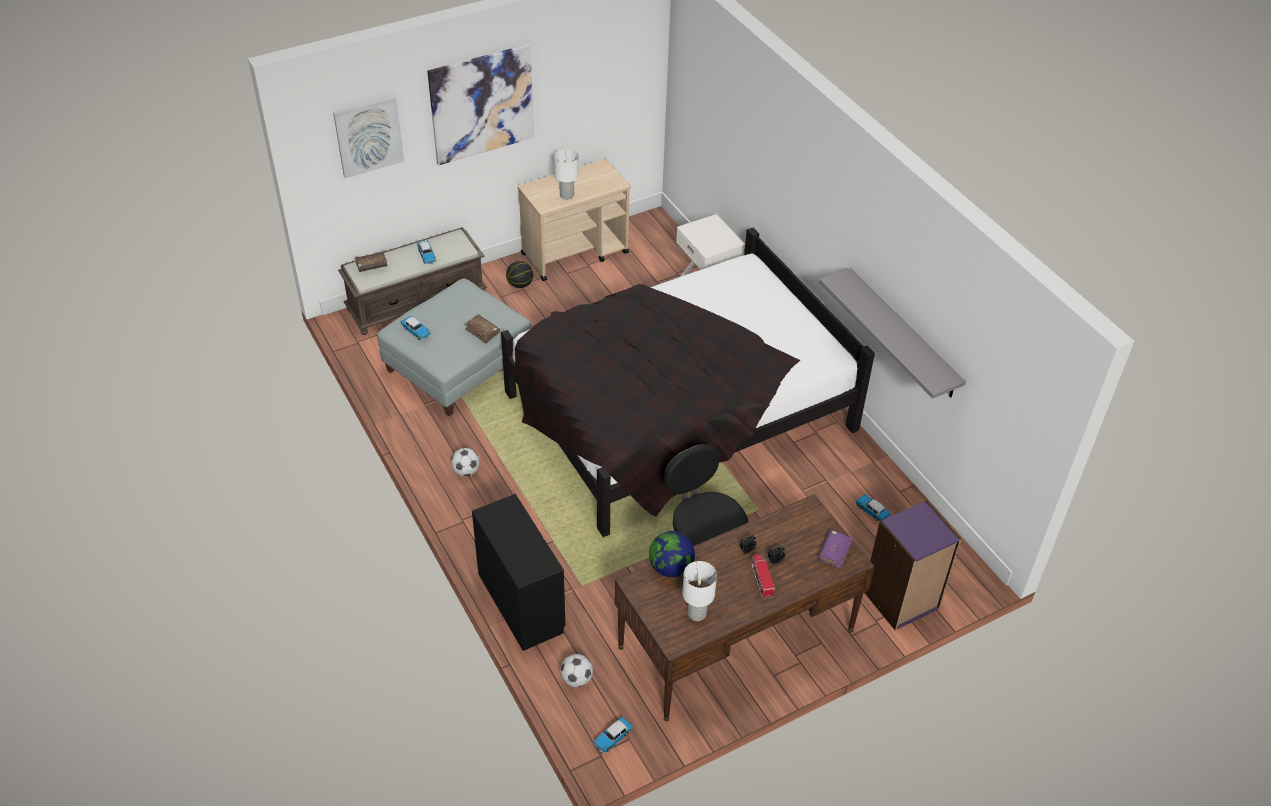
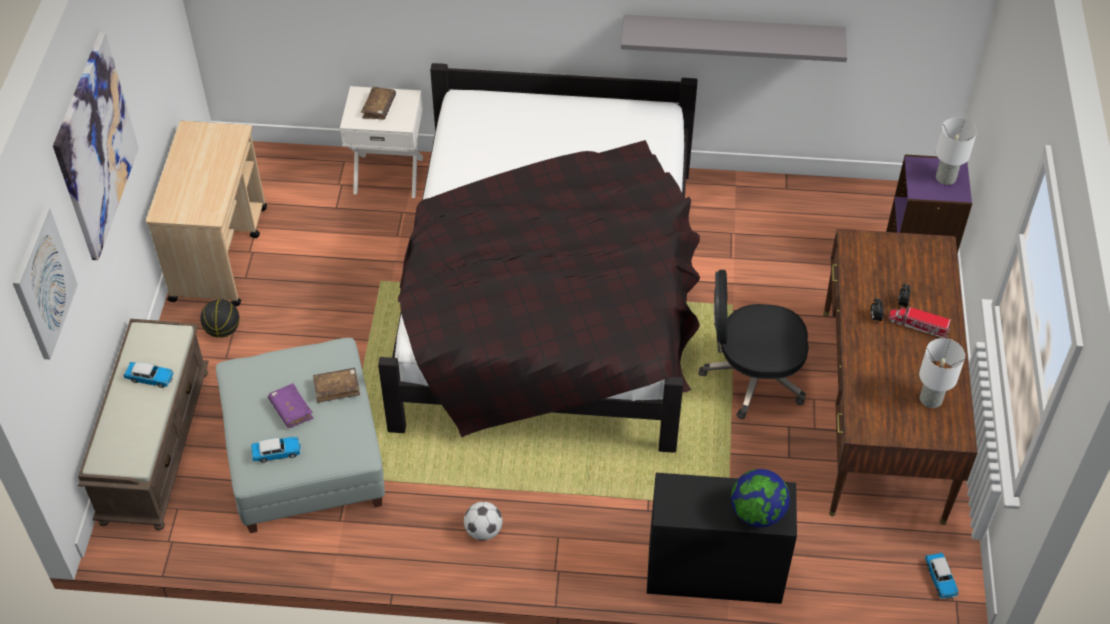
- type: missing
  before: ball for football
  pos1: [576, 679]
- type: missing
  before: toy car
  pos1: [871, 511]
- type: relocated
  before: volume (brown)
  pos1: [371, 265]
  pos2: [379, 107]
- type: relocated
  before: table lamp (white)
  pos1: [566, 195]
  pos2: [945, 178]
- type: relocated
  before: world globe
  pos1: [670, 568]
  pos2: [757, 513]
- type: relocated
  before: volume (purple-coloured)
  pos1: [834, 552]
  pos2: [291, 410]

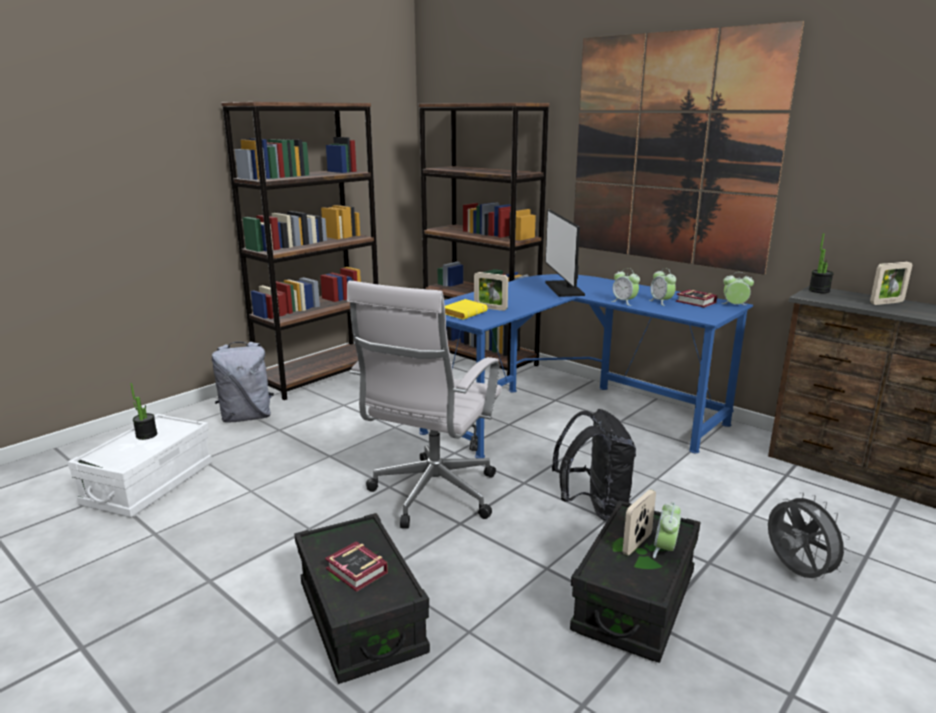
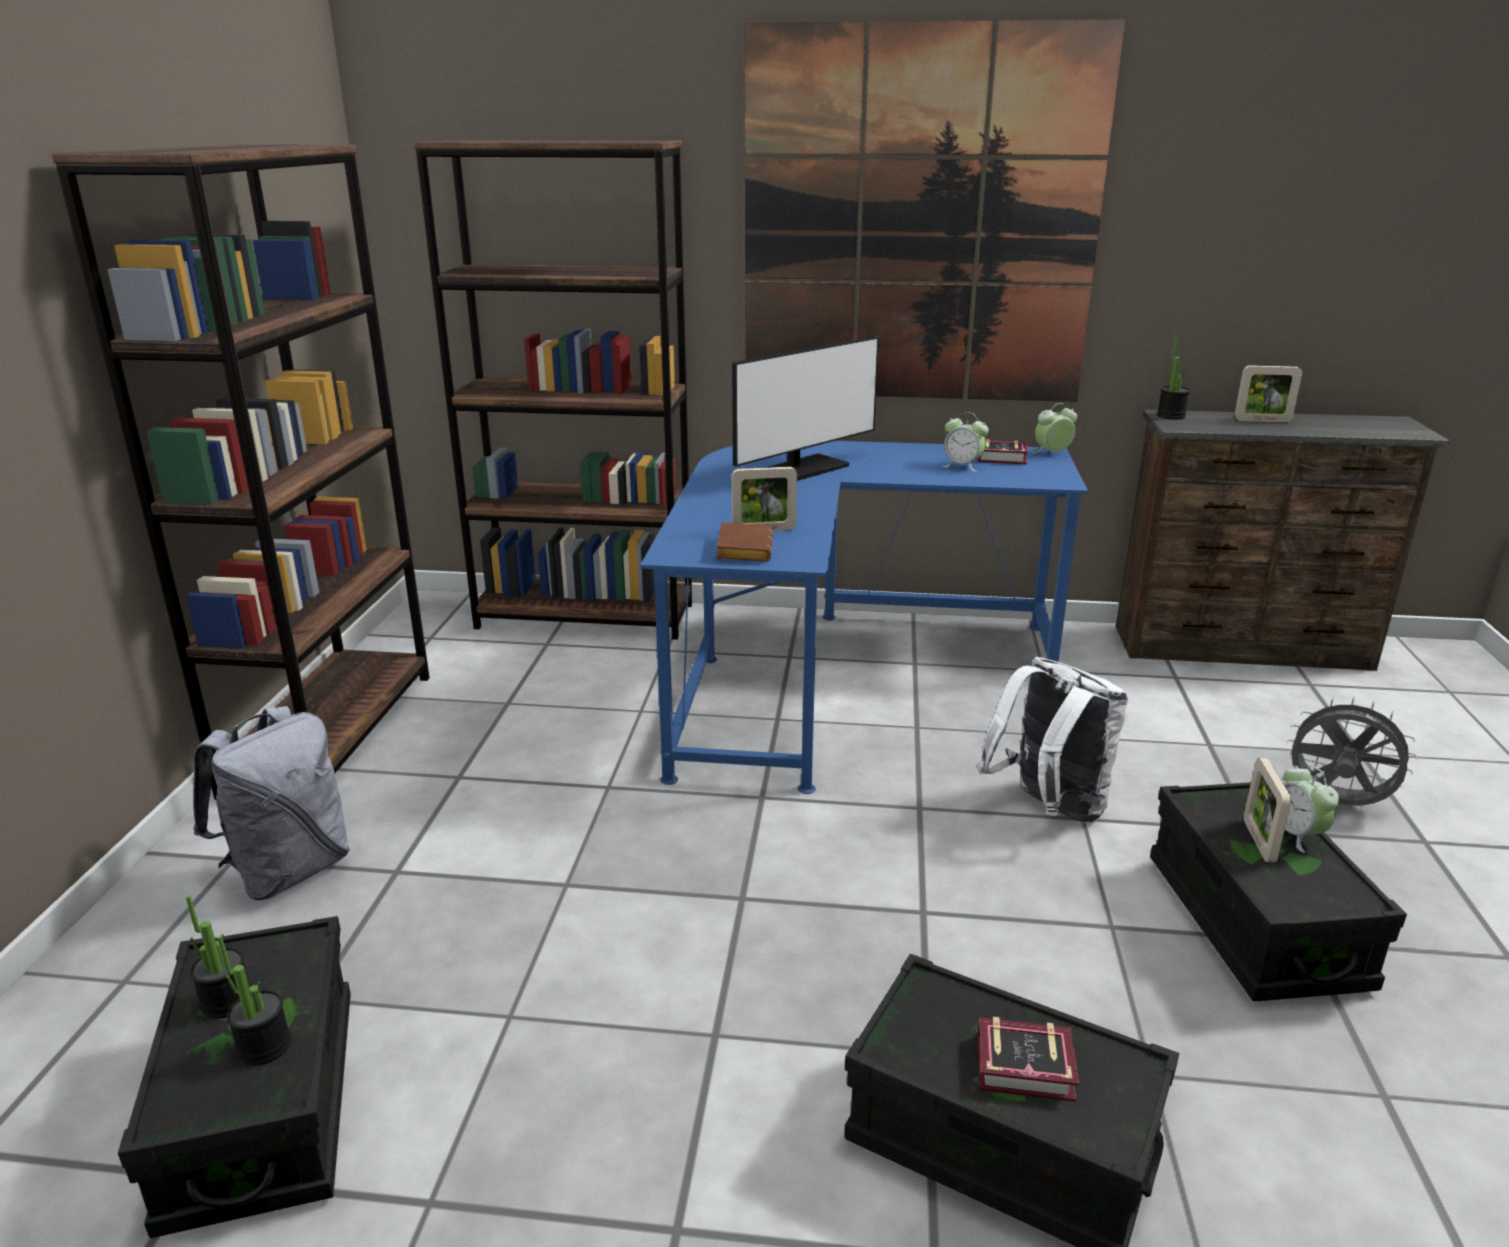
- type: missing
  before: computer chair (white)
  pos1: [431, 497]
- type: missing
  before: table clock
  pos1: [624, 302]
- type: appeared
  after: houseplant
  pos2: [264, 1046]
- type: colour
  before: storage container (white)
  after: storage container (black-coloured)
  pos1: [149, 484]
  pos2: [264, 1107]
- type: colour
  before: volume (yellow)
  after: volume (brown)
  pos1: [464, 313]
  pos2: [742, 549]
- type: colour
  before: backpack (black-coloured)
  after: backpack (white)
  pos1: [593, 507]
  pos2: [1048, 809]
- type: spun
  before: computer display
  pos1: [564, 289]
  pos2: [800, 470]
  turn: -90
- type: spun
  before: picture frame
  pos1: [886, 303]
  pos2: [1262, 421]
  turn: 60

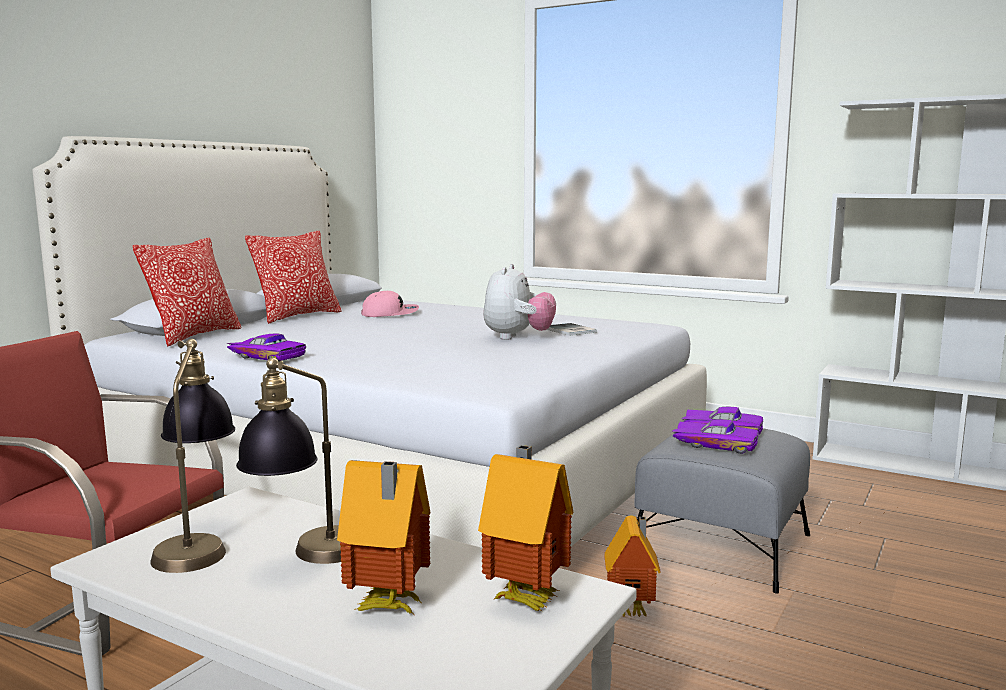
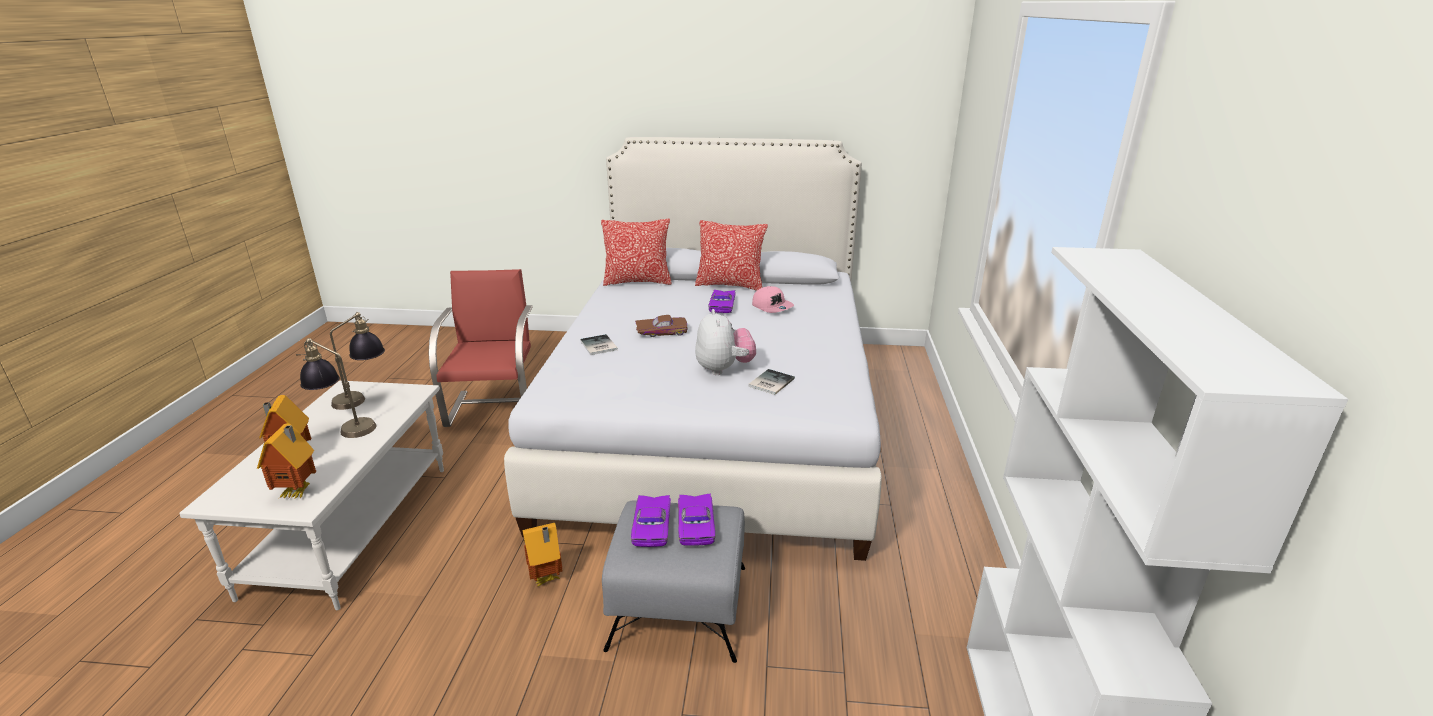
- type: appeared
  after: volume
  pos2: [598, 346]
- type: appeared
  after: toy car (brown)
  pos2: [661, 331]
- type: relocated
  before: toy car (purple-coloured)
  pos1: [269, 356]
  pos2: [723, 306]
- type: spun
  before: soft toy
  pos1: [517, 337]
  pos2: [724, 369]
  turn: -90

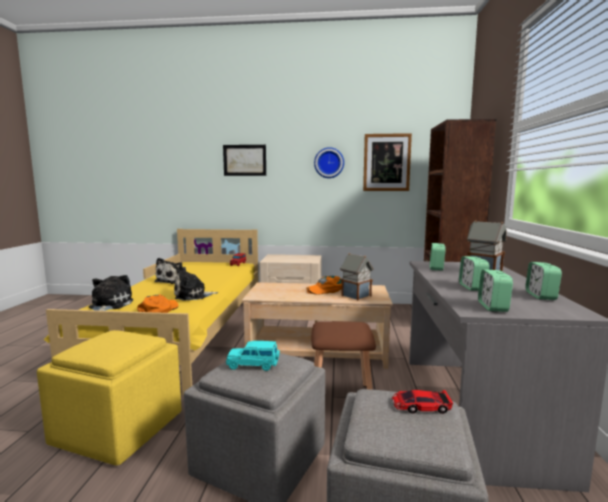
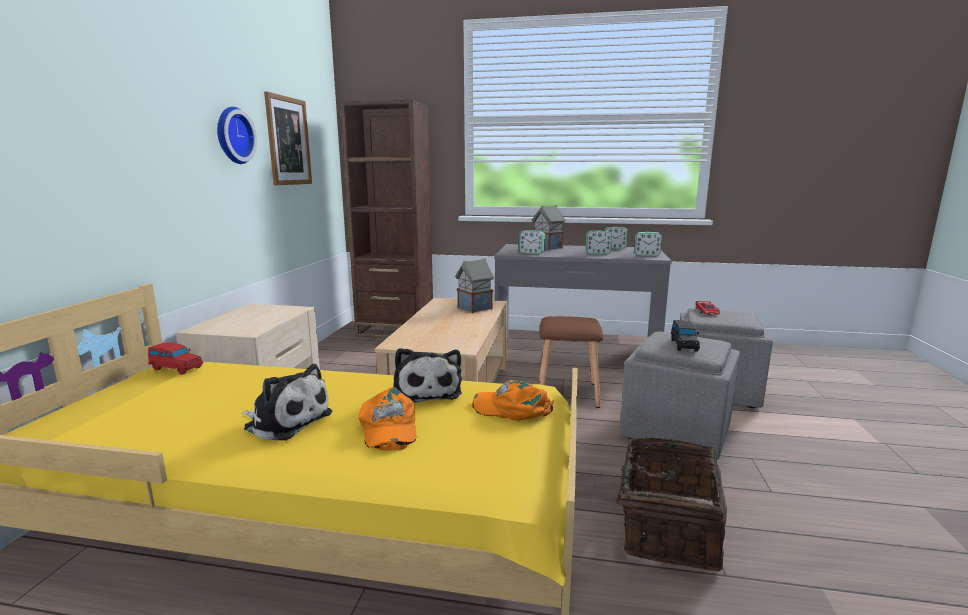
- type: missing
  before: soft toy
  pos1: [109, 305]
- type: missing
  before: picture
  pos1: [244, 160]
- type: relocated
  before: baseball cap (orange)
  pos1: [325, 290]
  pos2: [388, 428]
- type: exchanged
  before: ottoman (yellow)
  after: basket
  pos1: [120, 429]
  pos2: [665, 528]
- type: colour
  before: toy car (turquoise-coloured)
  after: toy car (black-coloured)
  pos1: [253, 365]
  pos2: [684, 345]

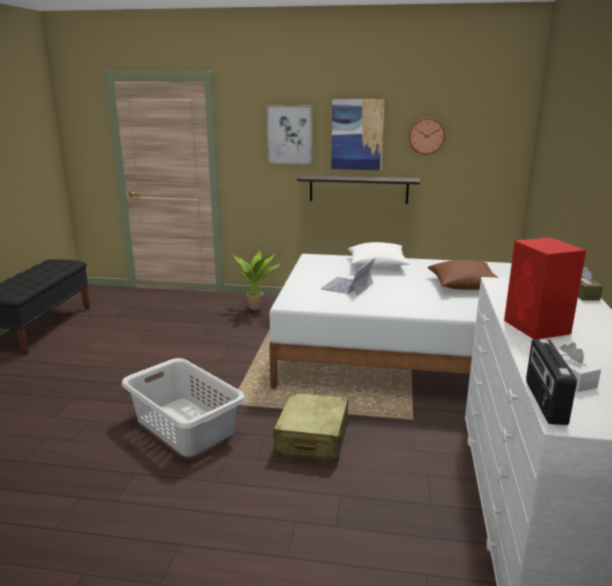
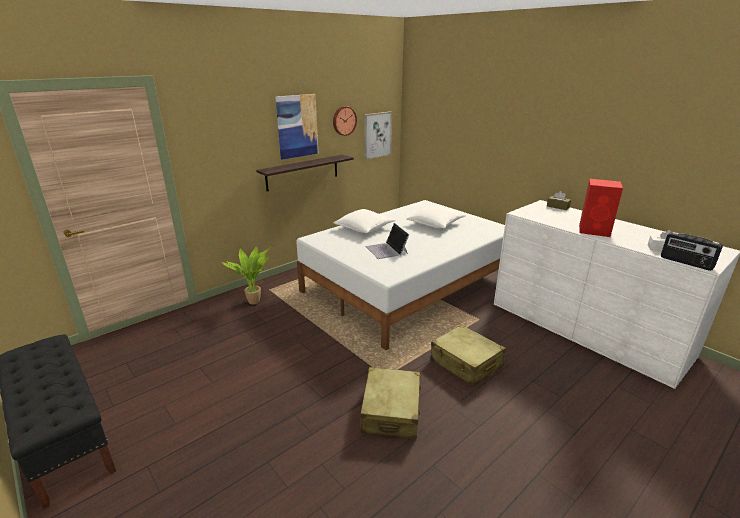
- type: relocated
  before: picture
  pos1: [290, 134]
  pos2: [377, 135]
- type: exchanged
  before: laundry basket (greyish)
  after: travel case (beige)
  pos1: [185, 425]
  pos2: [391, 411]
- type: colour
  before: cushion (brown)
  after: cushion (white)
  pos1: [464, 285]
  pos2: [436, 224]

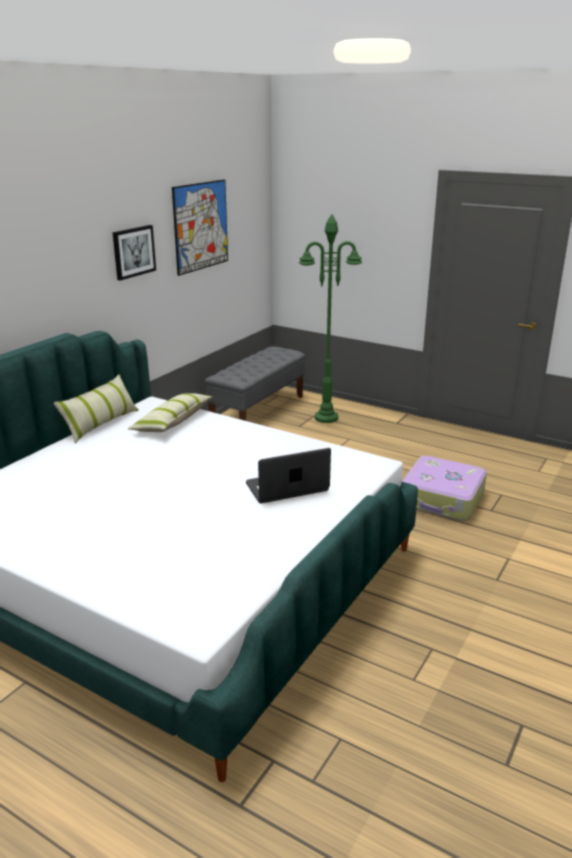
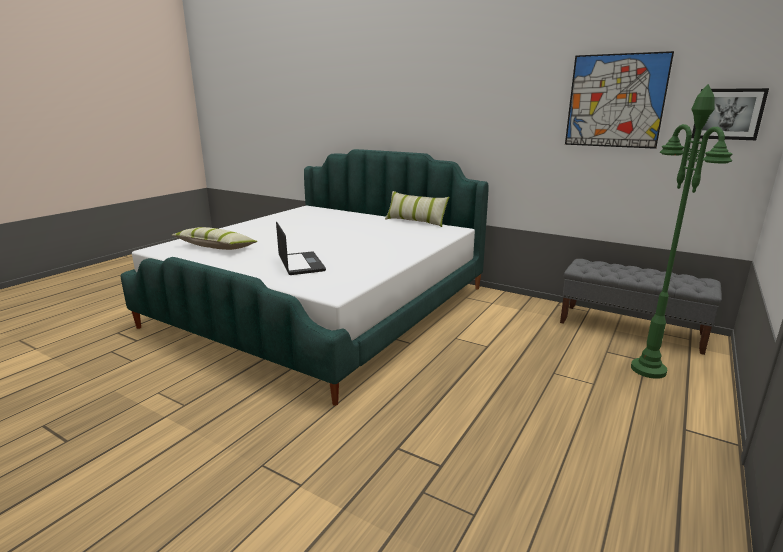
- type: missing
  before: travel case
  pos1: [442, 499]
- type: relocated
  before: picture
  pos1: [133, 252]
  pos2: [728, 114]
- type: relocated
  before: cushion
  pos1: [172, 422]
  pos2: [216, 247]

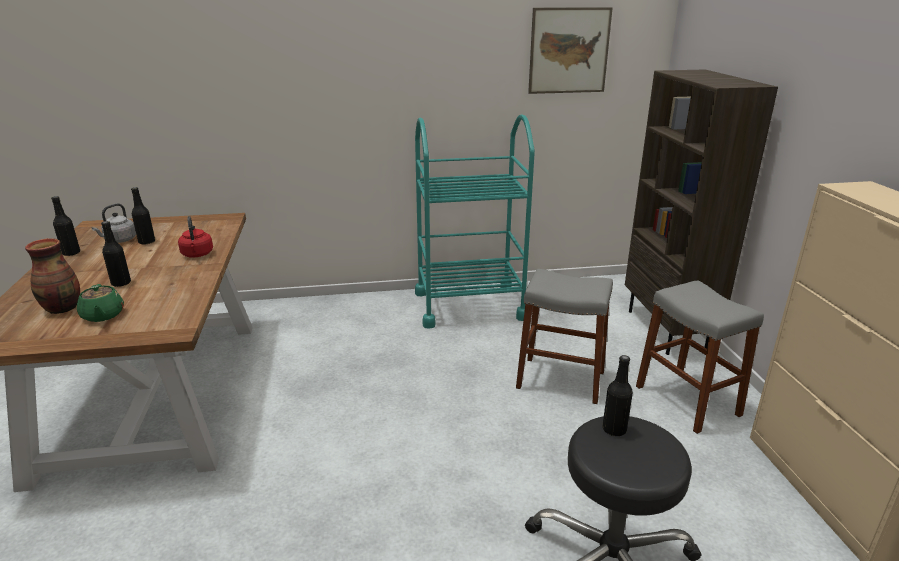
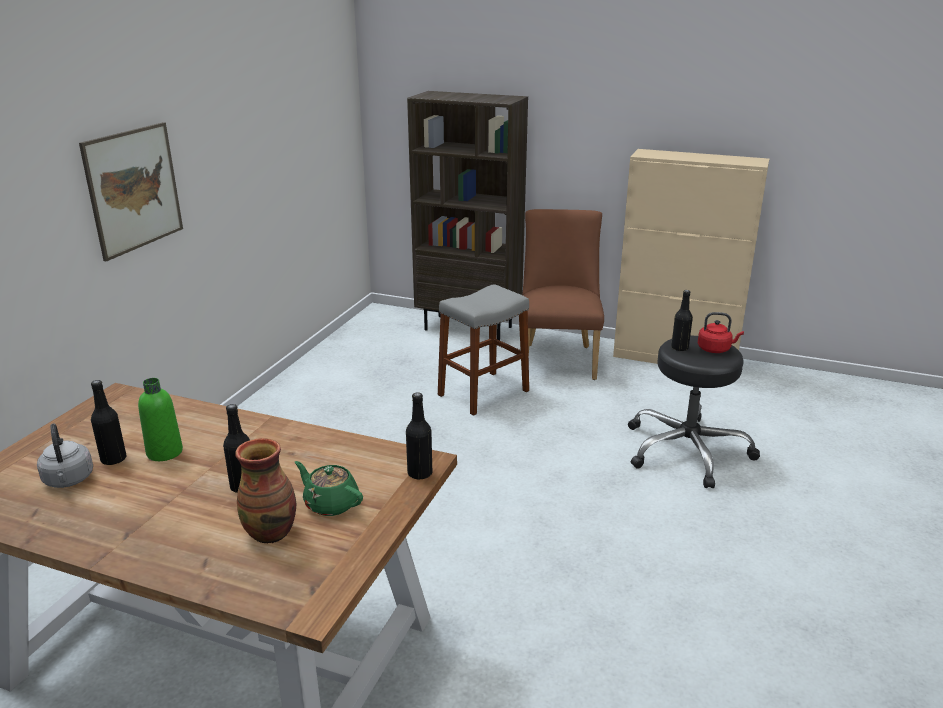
- type: missing
  before: trolley (turquoise-coloured)
  pos1: [469, 305]
- type: appeared
  after: bottle (greenish)
  pos2: [164, 452]
- type: relocated
  before: bottle (black-coloured)
  pos1: [71, 253]
  pos2: [420, 473]
- type: relocated
  before: water kettle (red)
  pos1: [197, 255]
  pos2: [715, 349]
- type: relocated
  before: picture
  pos1: [569, 51]
  pos2: [134, 189]
- type: exchanged
  before: sitting stool (greyish)
  after: upright chair (brown)
  pos1: [687, 400]
  pos2: [558, 358]
- type: spun
  before: pot for tea (greenish)
  pos1: [103, 315]
  pos2: [330, 504]
  turn: -150

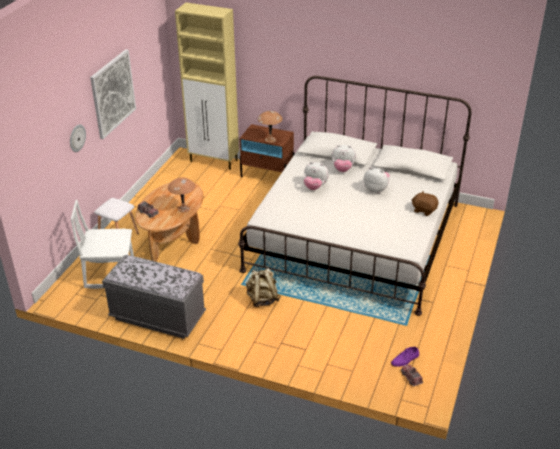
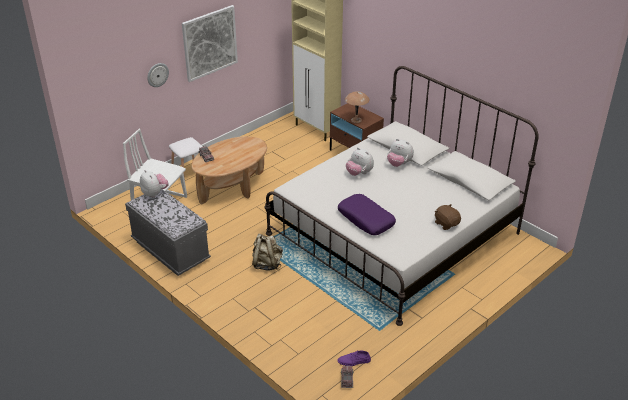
- type: missing
  before: table lamp (brown)
  pos1: [183, 208]
- type: appeared
  after: cushion (purple-coloured)
  pos2: [366, 219]
- type: relocated
  before: soft toy
  pos1: [376, 189]
  pos2: [155, 193]

